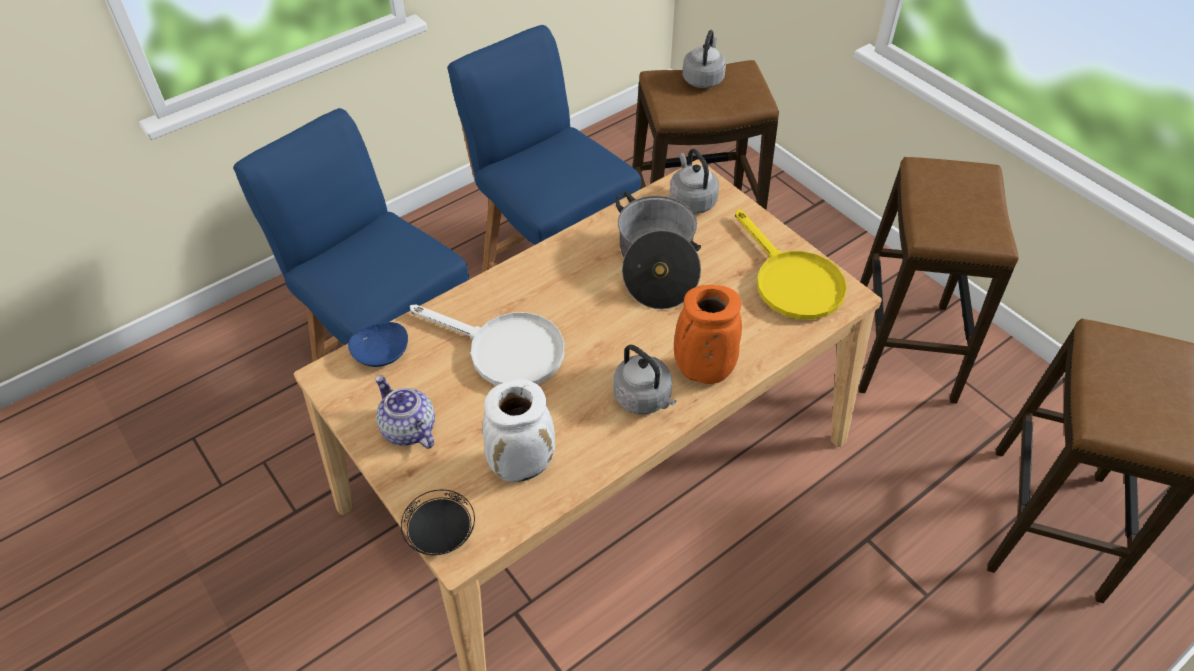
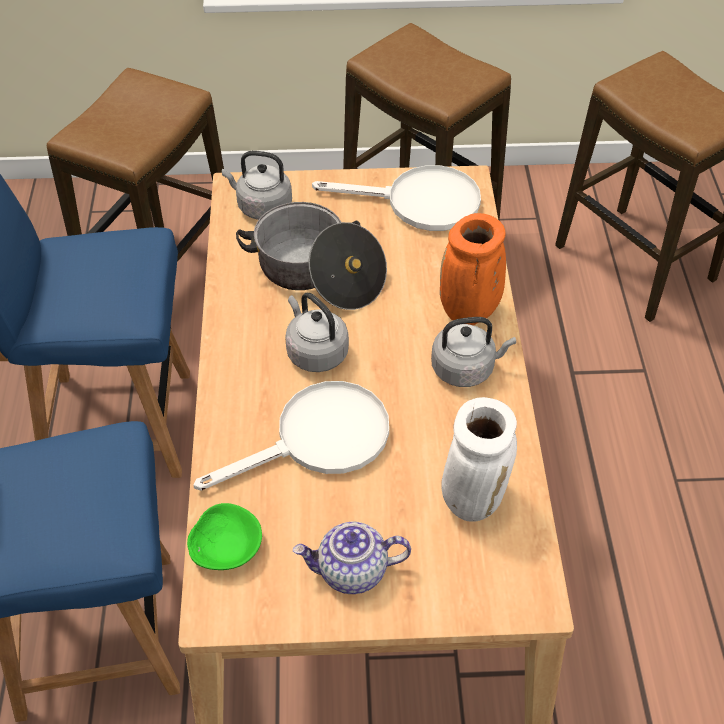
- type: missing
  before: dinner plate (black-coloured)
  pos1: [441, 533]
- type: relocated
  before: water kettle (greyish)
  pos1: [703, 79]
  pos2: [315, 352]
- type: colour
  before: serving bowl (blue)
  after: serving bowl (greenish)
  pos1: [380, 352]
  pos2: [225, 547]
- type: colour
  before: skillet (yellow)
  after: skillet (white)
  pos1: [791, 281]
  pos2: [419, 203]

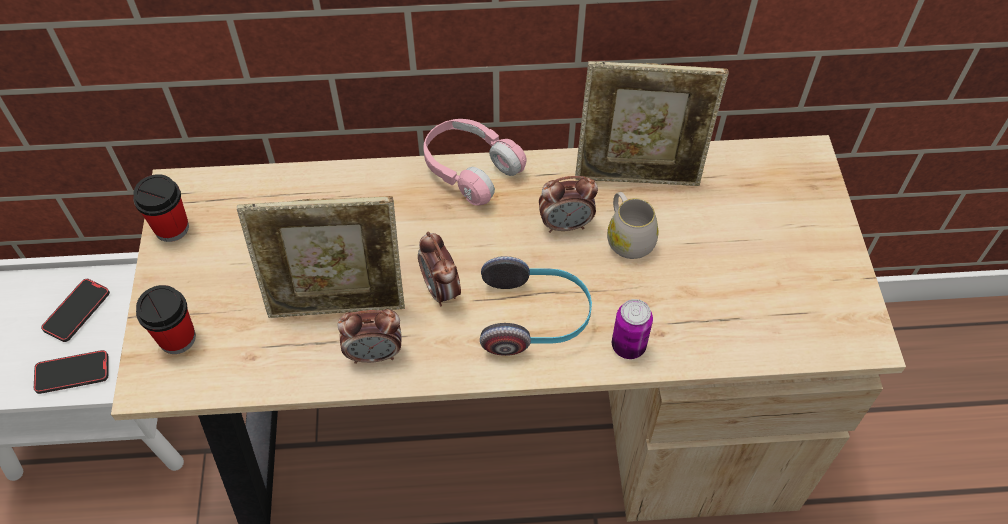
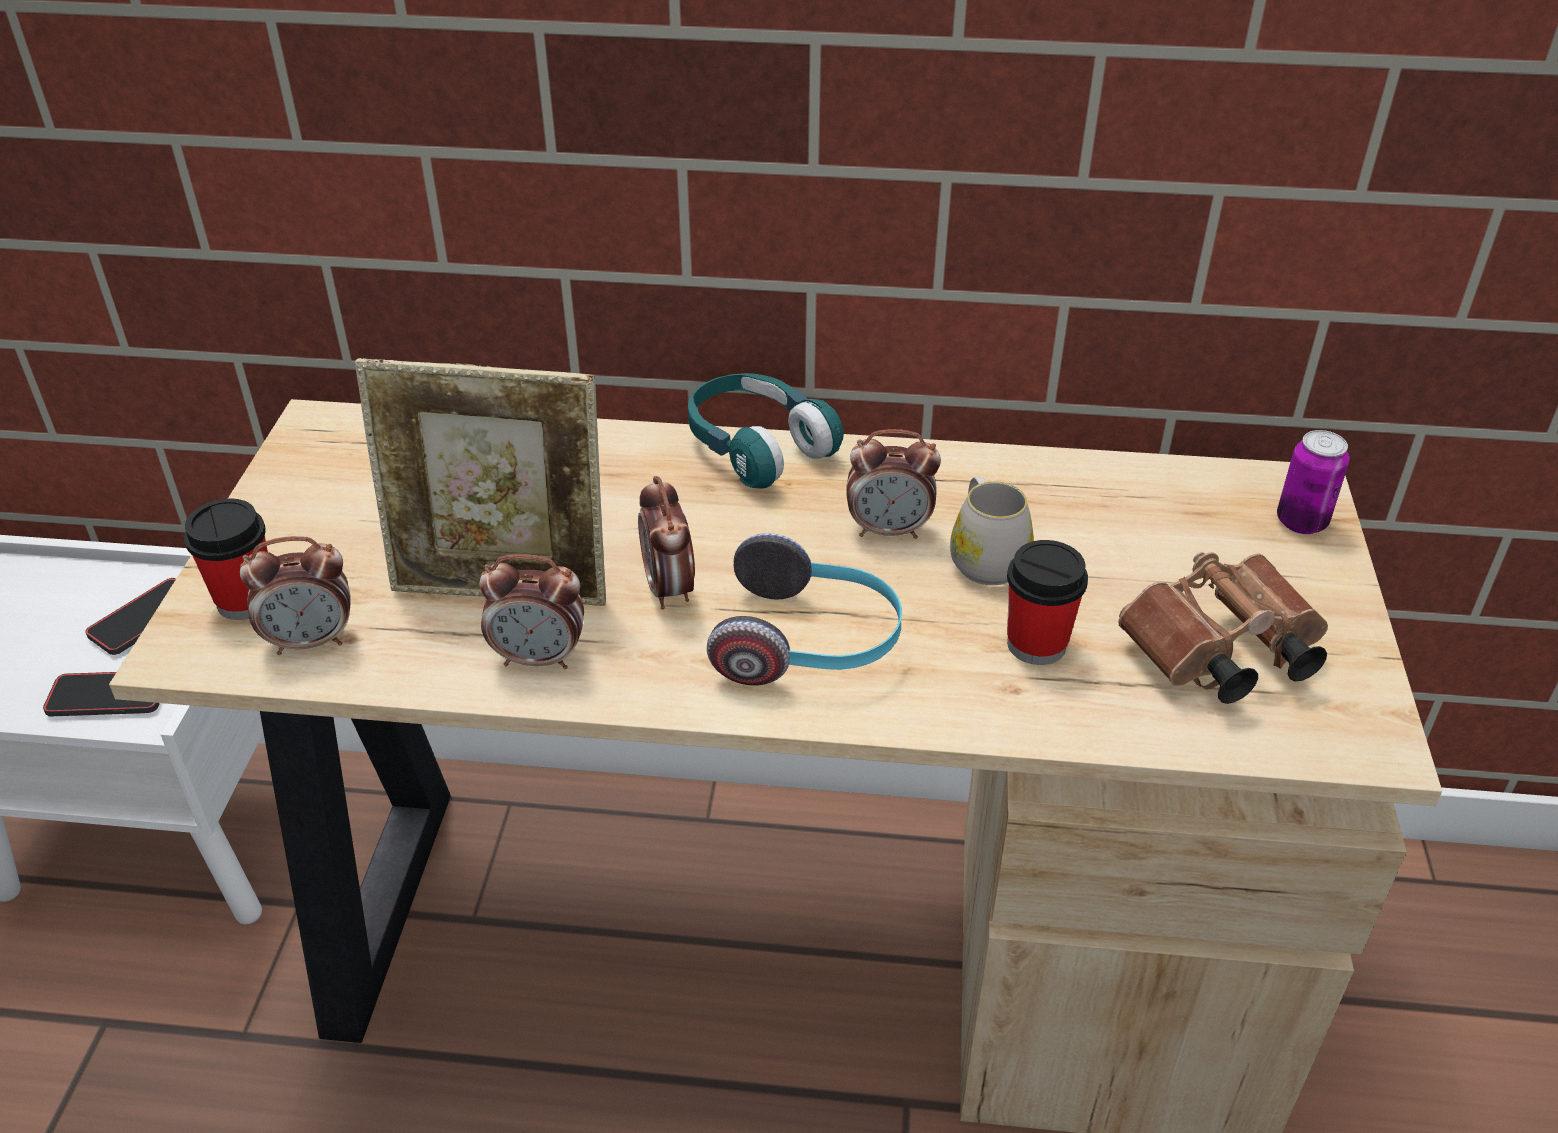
- type: missing
  before: picture frame
  pos1: [638, 177]
- type: appeared
  after: table clock
  pos2: [311, 641]
- type: appeared
  after: field glasses (brown)
  pos2: [1217, 656]
- type: relocated
  before: cup
  pos1: [172, 228]
  pos2: [1036, 644]
- type: relocated
  before: metal can
  pos1: [628, 346]
  pos2: [1301, 522]
- type: colour
  before: headset (pink-coloured)
  after: headset (turquoise-coloured)
  pos1: [470, 169]
  pos2: [757, 447]

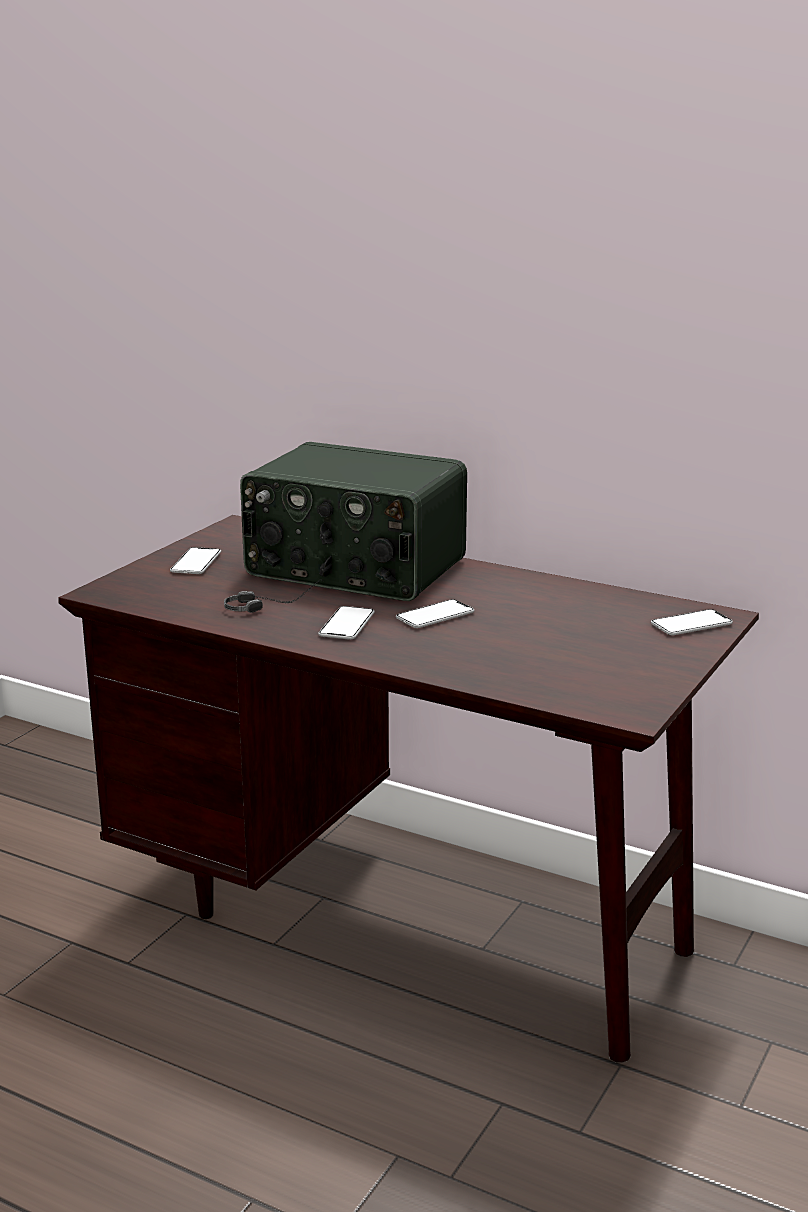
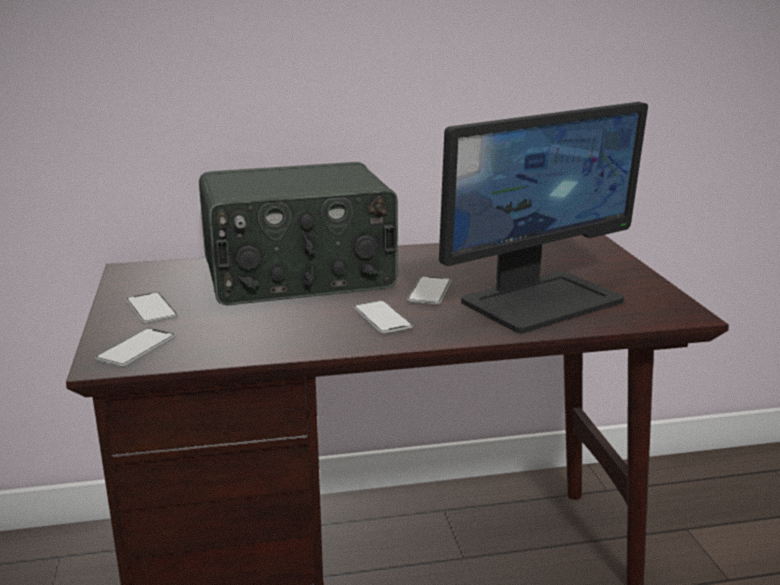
- type: missing
  before: headset
  pos1: [272, 604]
- type: appeared
  after: computer display
  pos2: [540, 300]
- type: relocated
  before: telephone
  pos1: [691, 624]
  pos2: [136, 349]

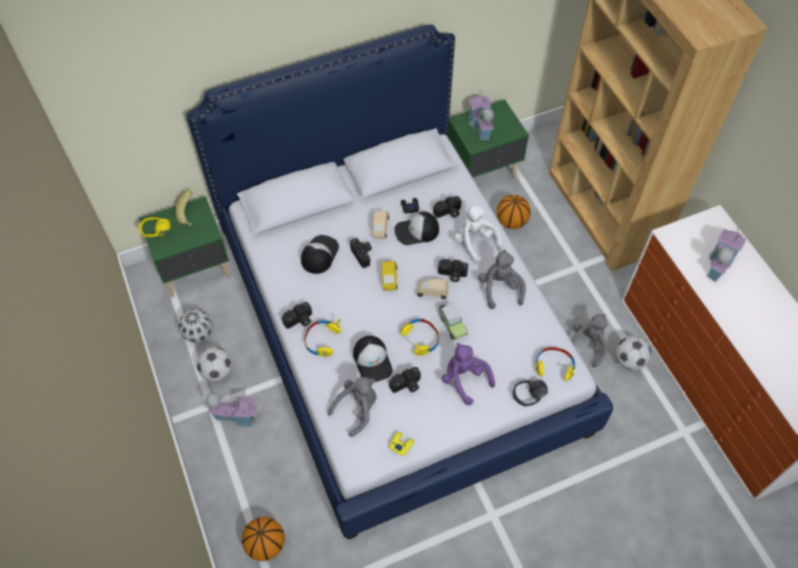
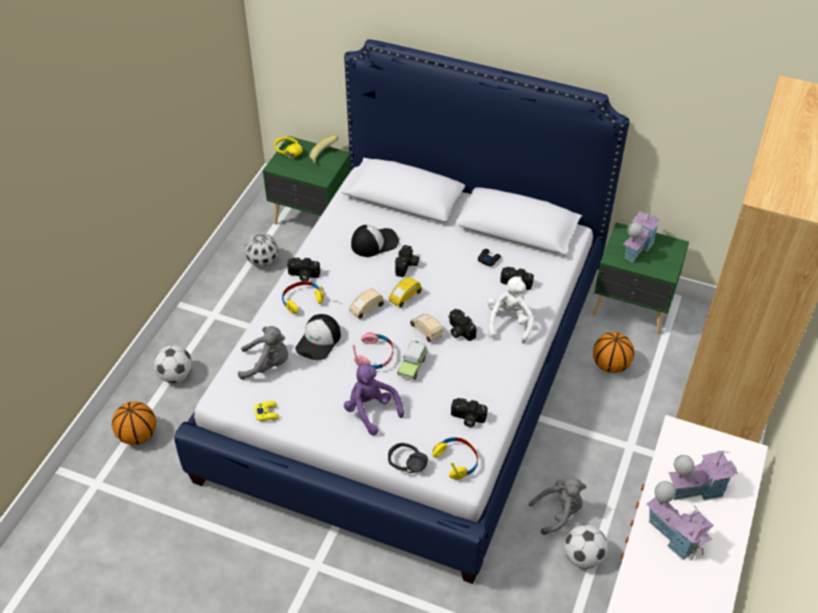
- type: missing
  before: baseball cap
  pos1: [416, 231]
- type: missing
  before: soft toy (greyish)
  pos1: [500, 288]
- type: relocated
  before: ball for football
  pos1: [217, 372]
  pos2: [176, 375]
- type: relocated
  before: miniature house
  pos1: [237, 416]
  pos2: [674, 536]
- type: relocated
  before: toy car (beige)
  pos1: [380, 228]
  pos2: [366, 308]
- type: relocated
  before: still camera
  pos1: [406, 385]
  pos2: [467, 418]
- type: colour
  before: headset (yellow)
  after: headset (pink-coloured)
  pos1: [420, 338]
  pos2: [374, 355]
- type: spun
  before: soft toy (purple-coloured)
  pos1: [464, 380]
  pos2: [371, 410]
  turn: -45

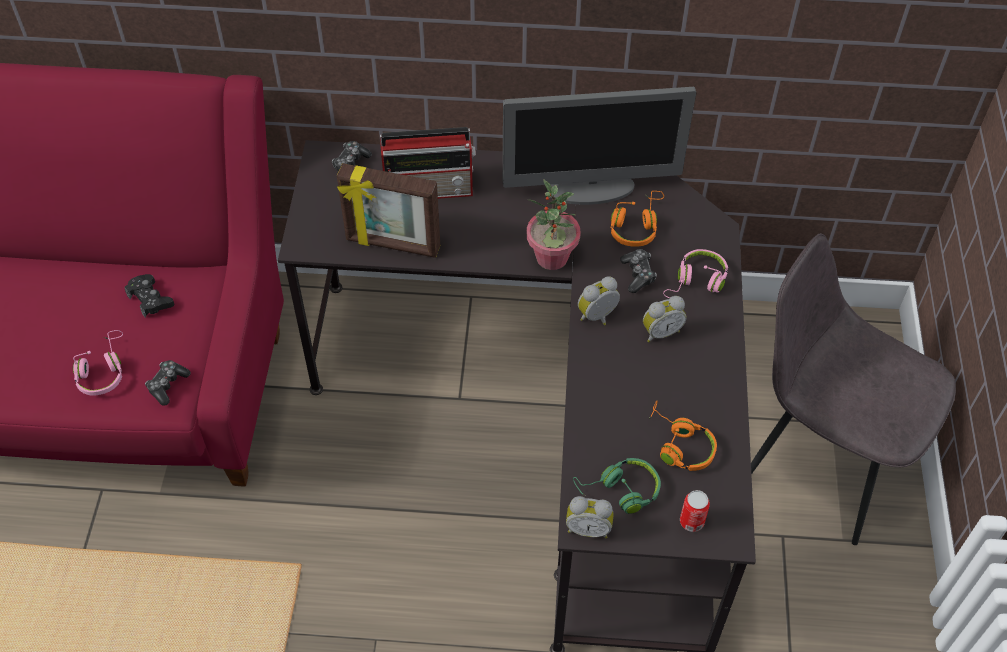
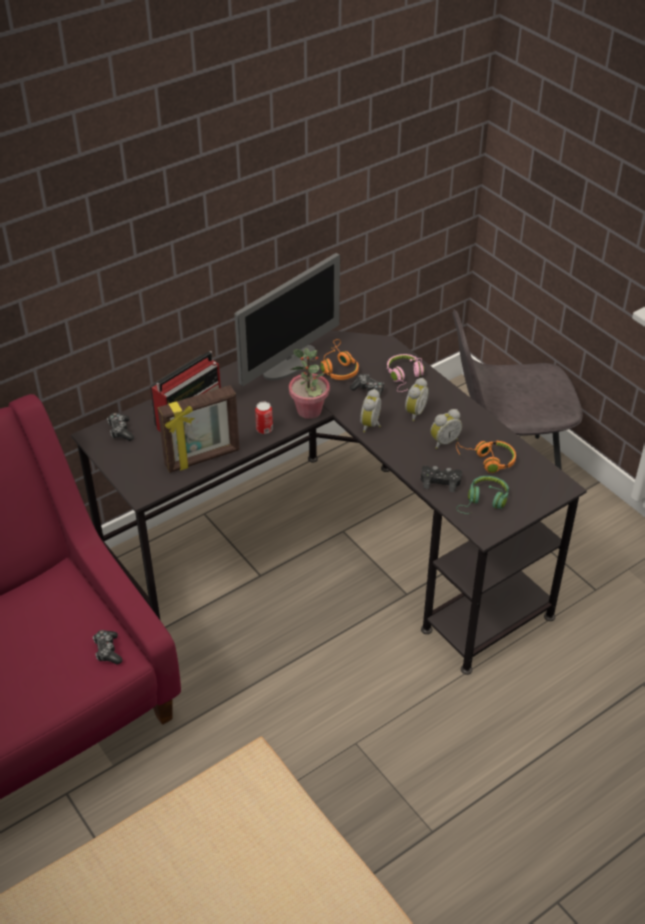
- type: missing
  before: headset (pink-coloured)
  pos1: [102, 371]
- type: relocated
  before: game controller (black-coloured)
  pos1: [150, 299]
  pos2: [440, 481]
- type: relocated
  before: table clock
  pos1: [588, 528]
  pos2: [443, 441]
- type: relocated
  before: metal can
  pos1: [691, 521]
  pos2: [264, 429]

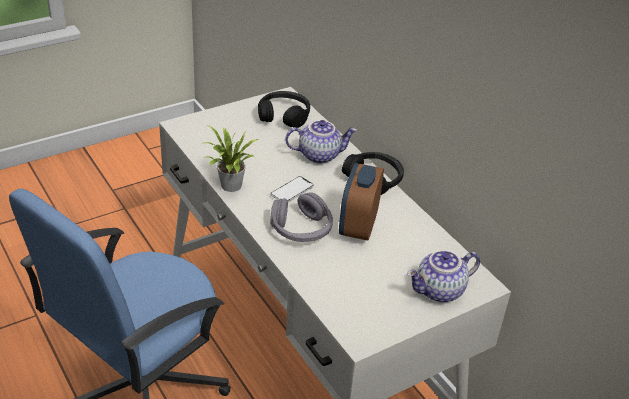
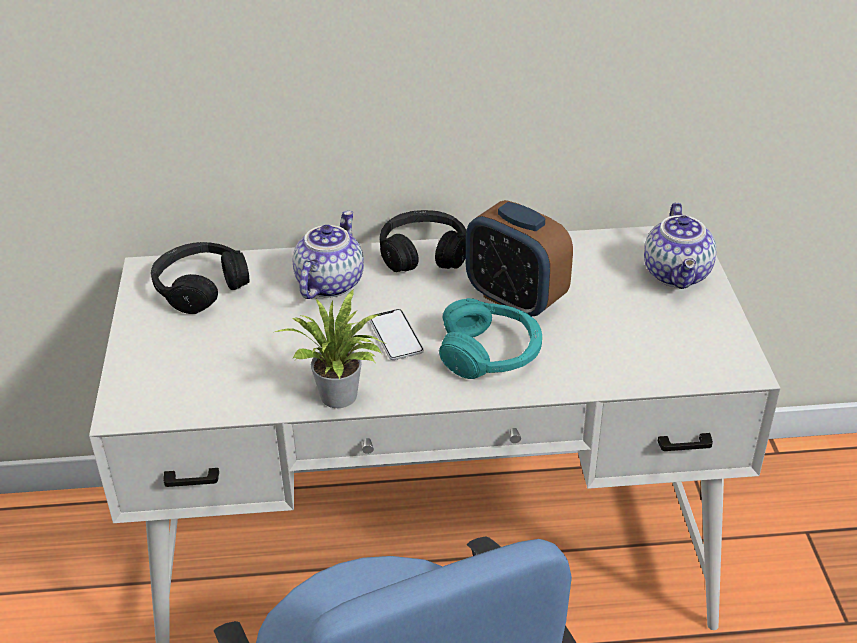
- type: colour
  before: headset (greyish)
  after: headset (turquoise-coloured)
  pos1: [301, 229]
  pos2: [490, 353]

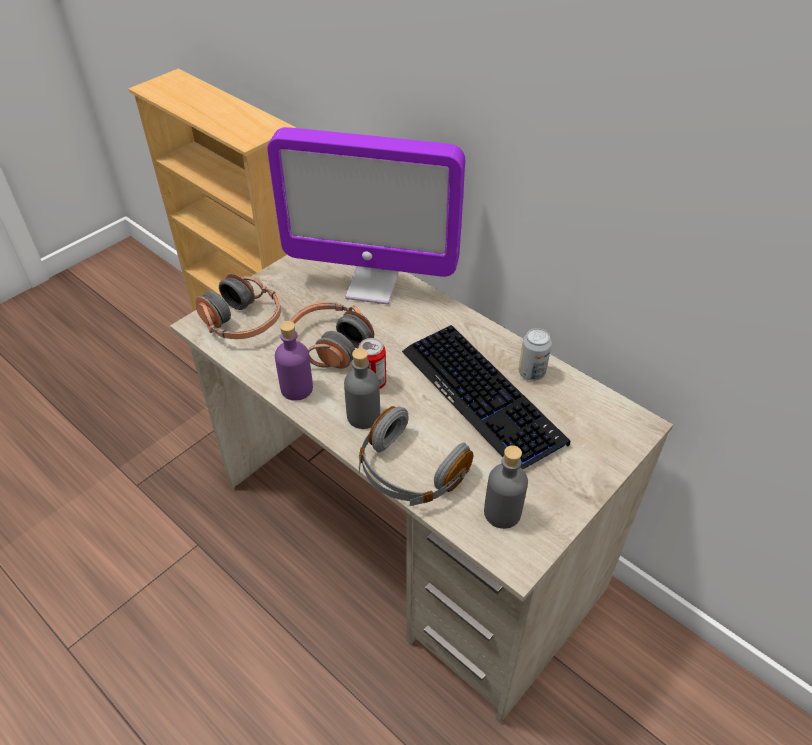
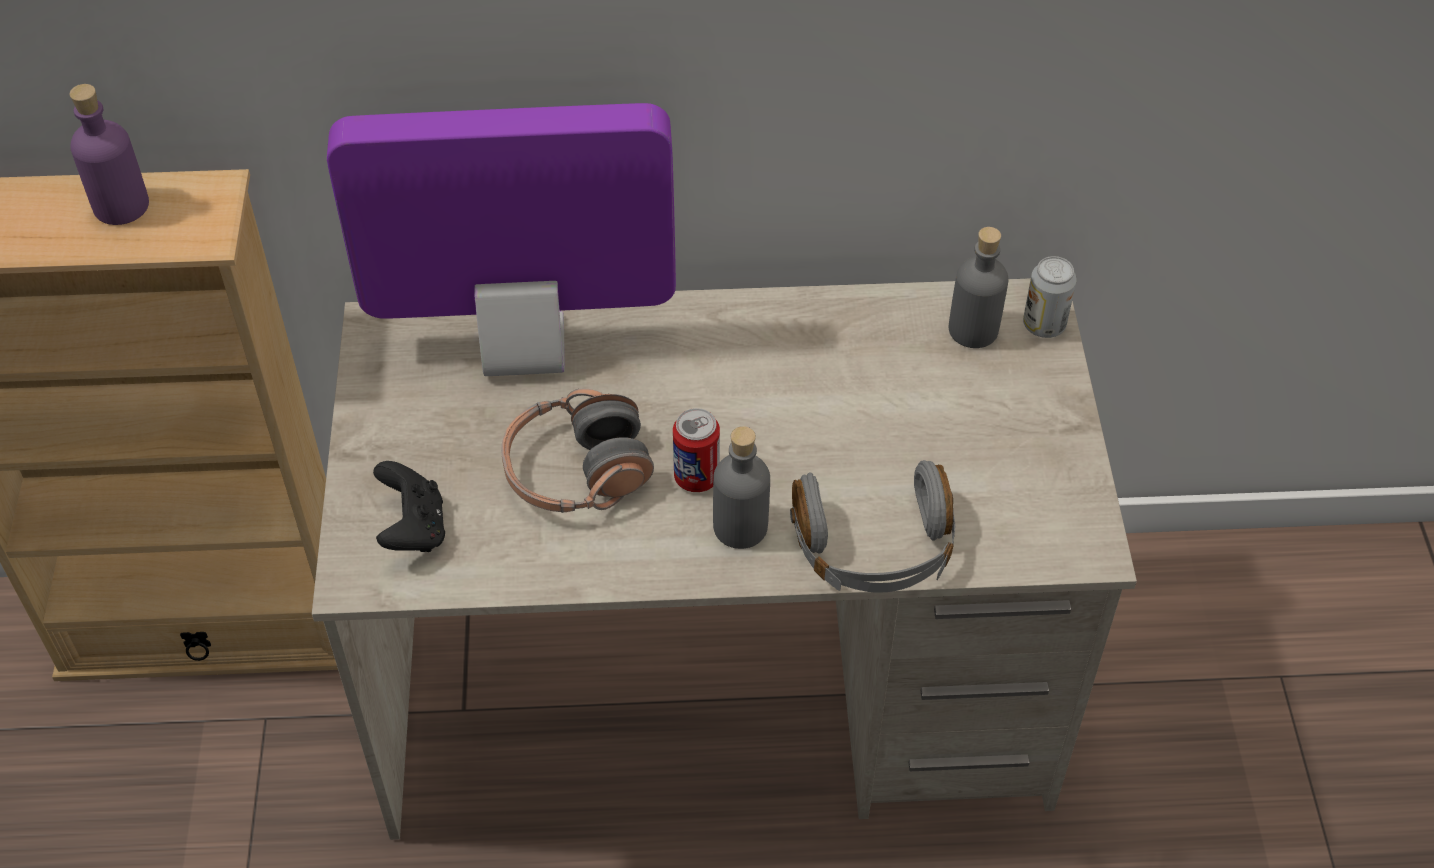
- type: missing
  before: PC keyboard
  pos1: [482, 396]
- type: relocated
  before: bottle (purple-coloured)
  pos1: [297, 388]
  pos2: [121, 206]
- type: relocated
  before: bottle (greyish)
  pos1: [502, 513]
  pos2: [973, 330]
- type: relocated
  before: metal can
  pos1: [531, 373]
  pos2: [1044, 325]
- type: exchanged
  before: headset
  after: game controller (black-coloured)
  pos1: [242, 322]
  pos2: [413, 529]
- type: spun
  before: computer display
  pos1: [372, 286]
  pos2: [524, 349]
  turn: -150

